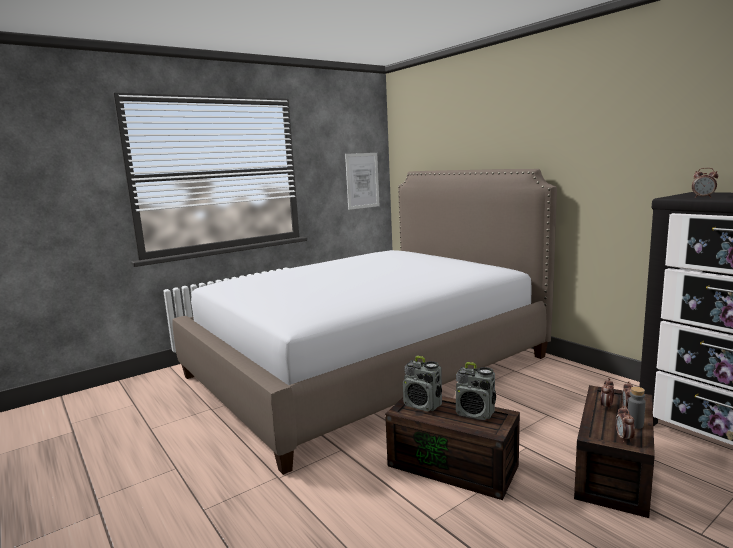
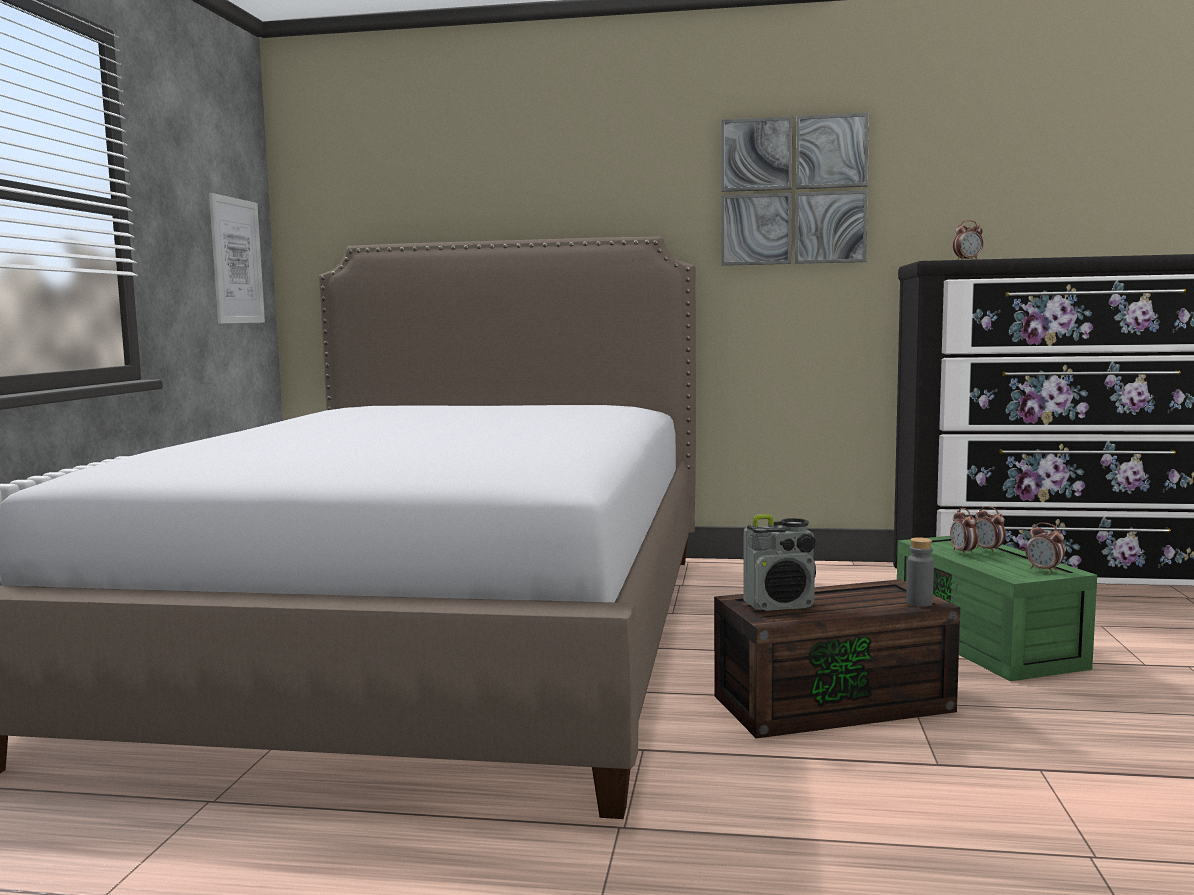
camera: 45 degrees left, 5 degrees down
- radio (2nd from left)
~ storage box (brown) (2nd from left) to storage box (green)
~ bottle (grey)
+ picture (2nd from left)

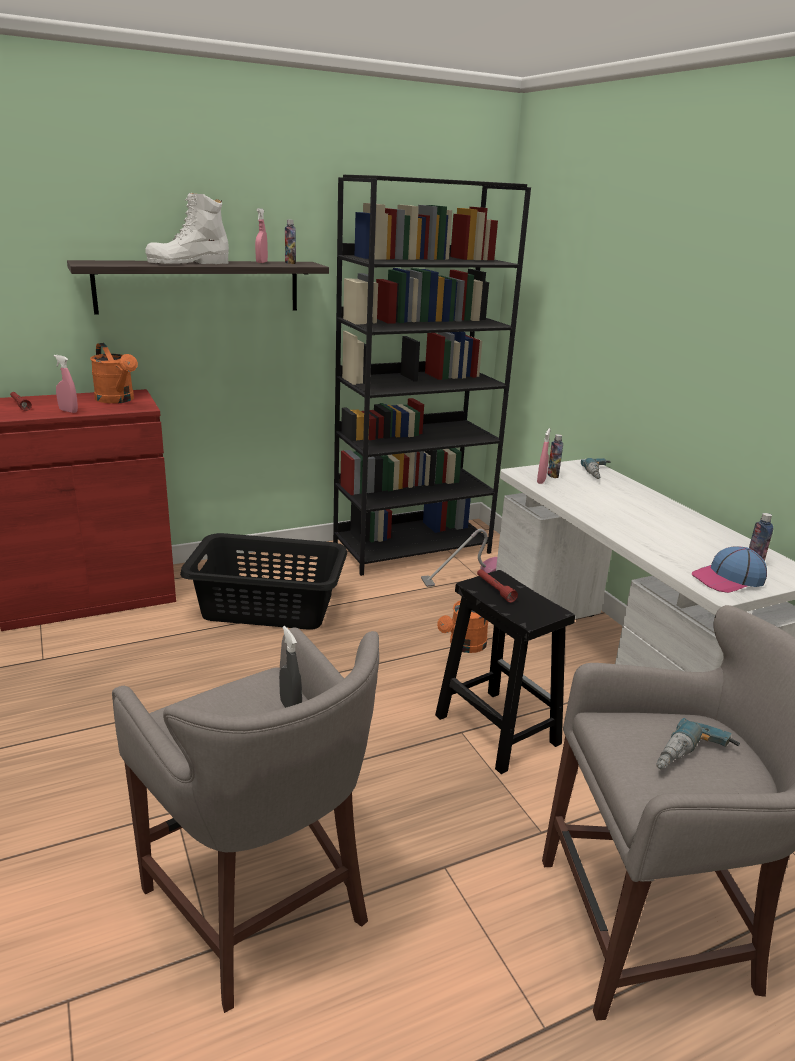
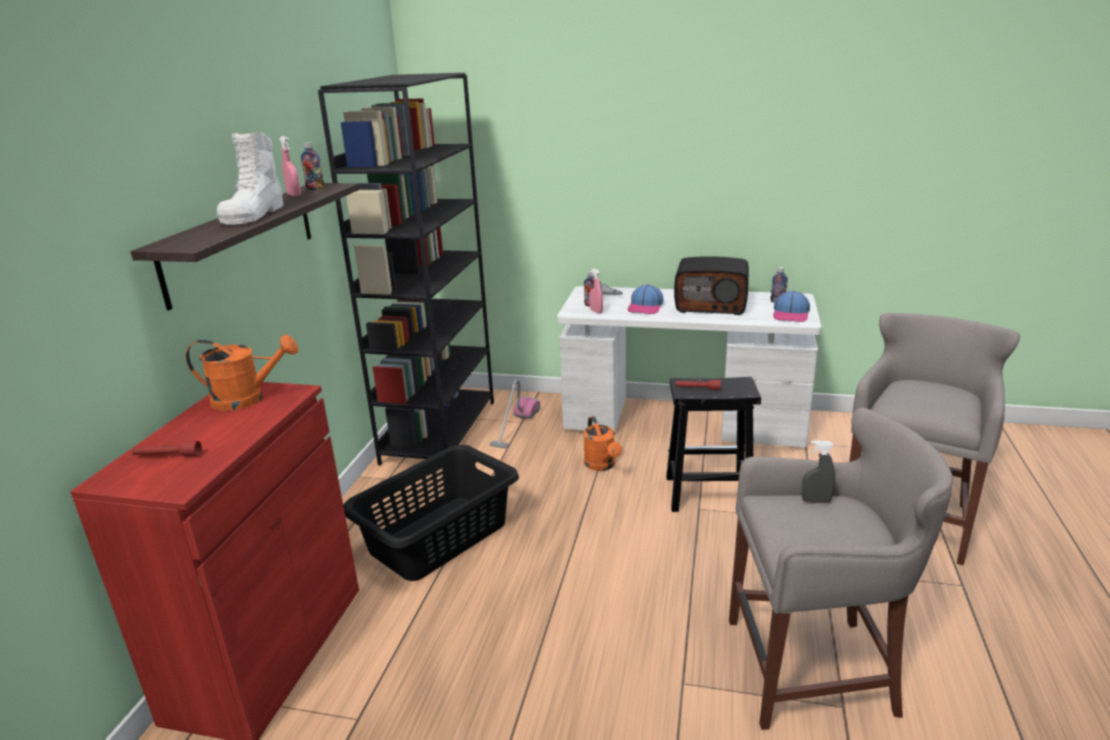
camera: 50 degrees left, 0 degrees up
- spray bottle (pink) (1st from left)
- power drill (2nd from left)
+ radio
+ cap (1st from left)

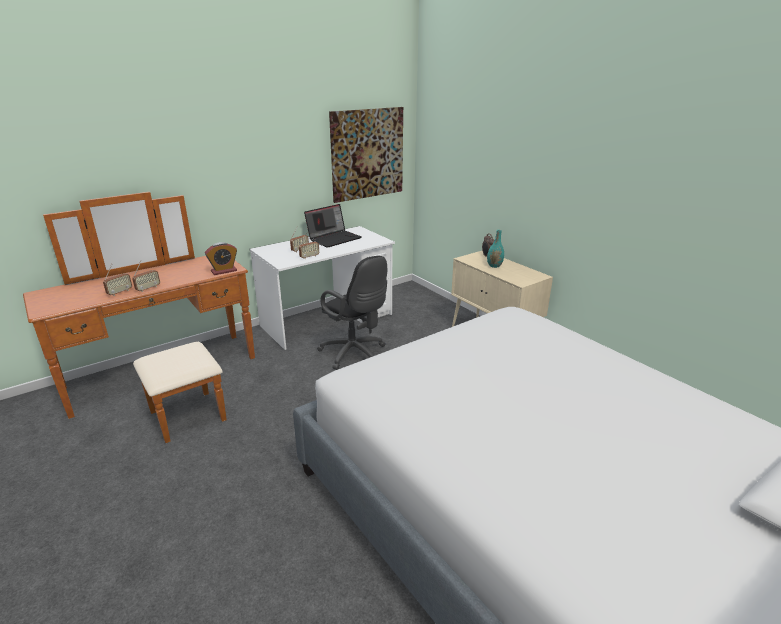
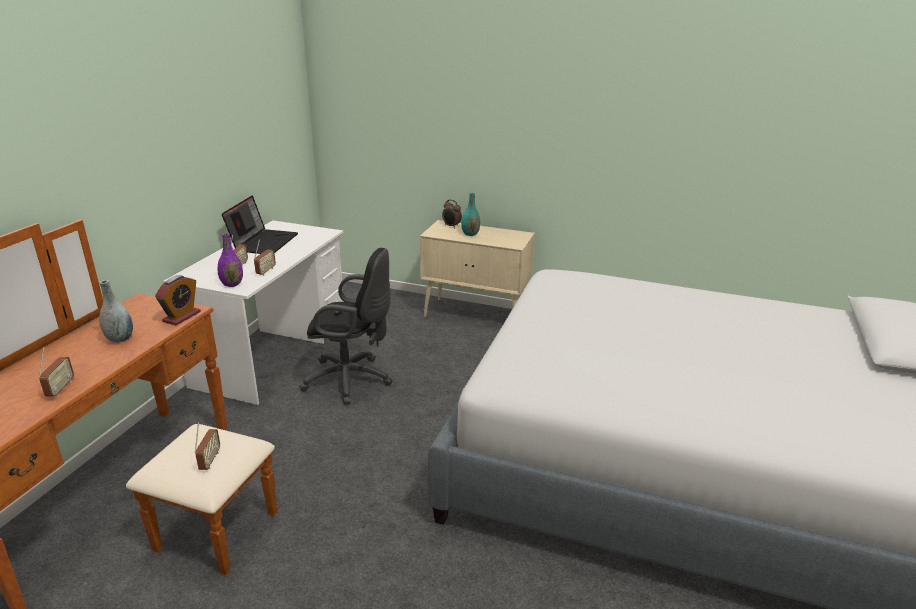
camera: 35 degrees left, 0 degrees up
- picture
~ radio (2nd from left)
+ vase (purple)
+ vase (grey)

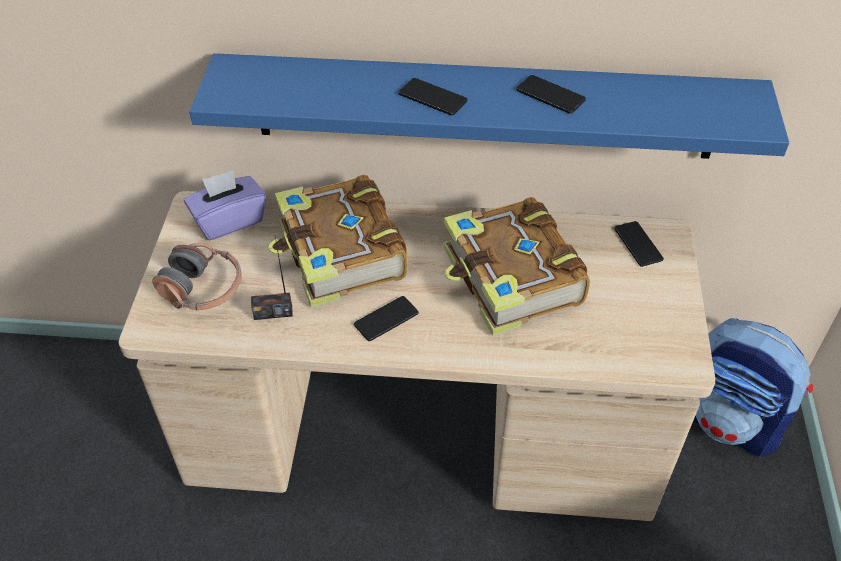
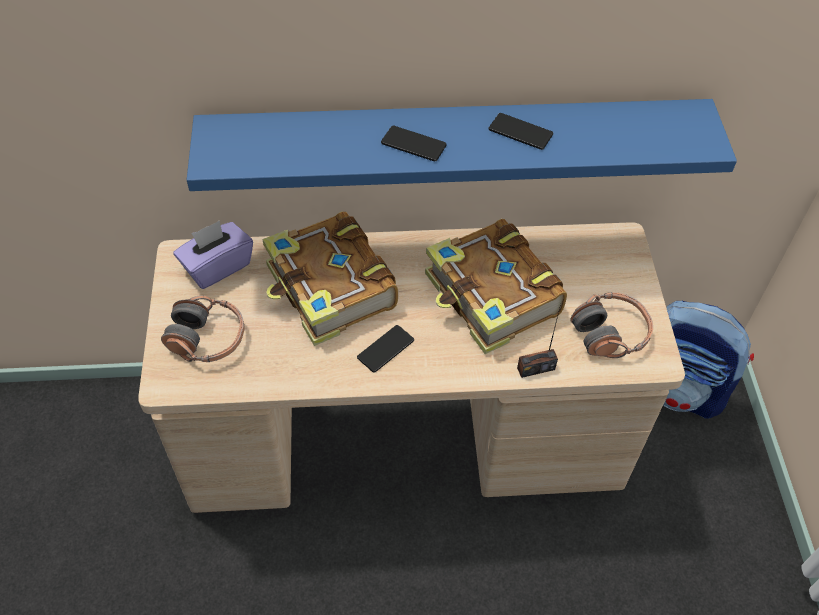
camera: 10 degrees left, 5 degrees up
- phone (4th from left)
~ radio
+ headphones (2nd from left)

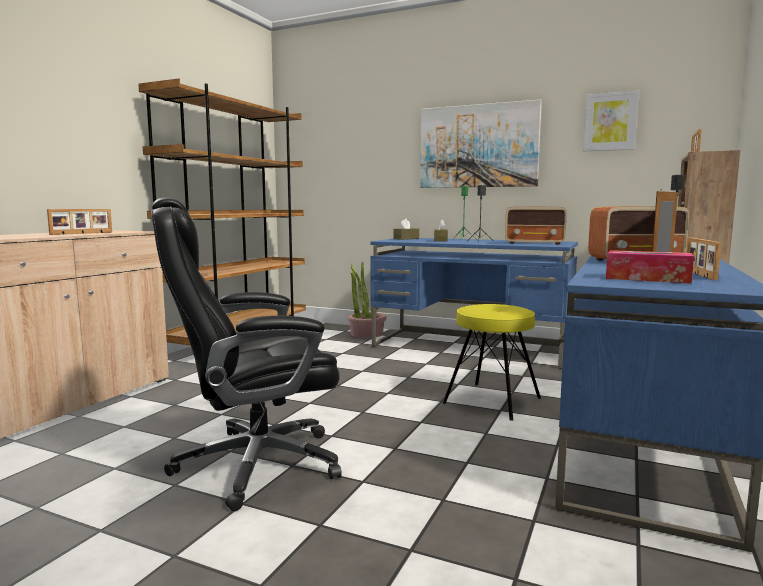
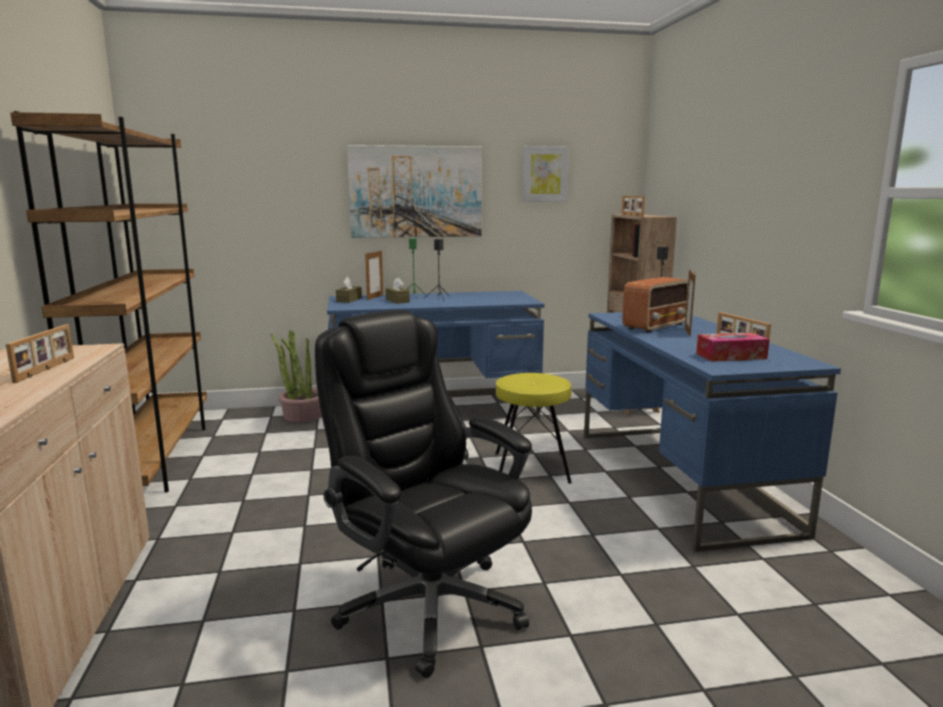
camera: 35 degrees left, 5 degrees up
~ office chair (black) 105 degrees clockwise
- radio (1st from left)
+ picture frame (2nd from left)

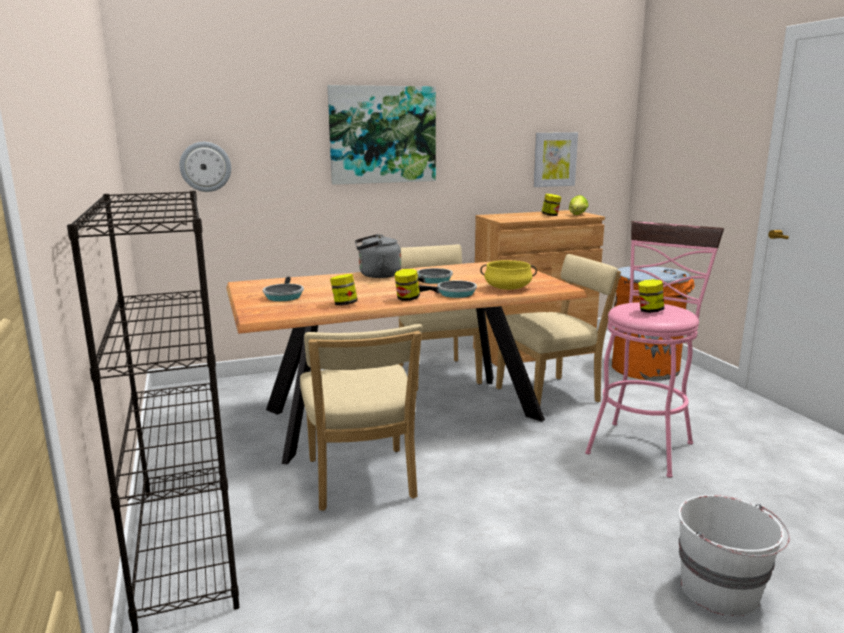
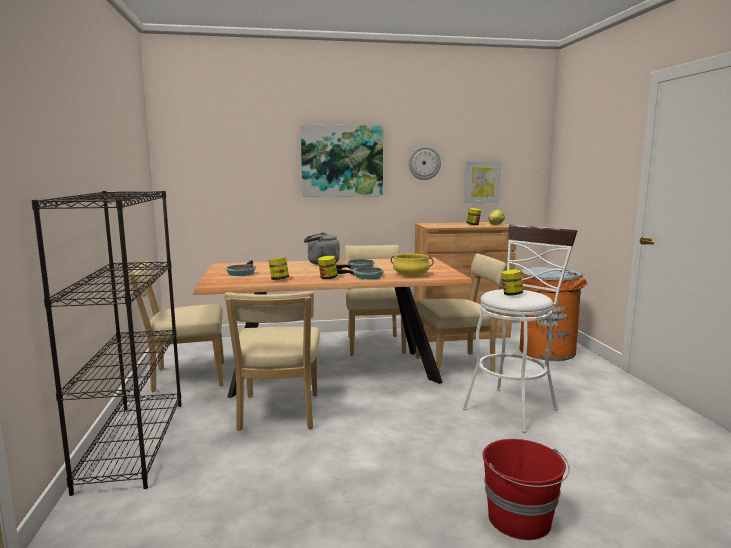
camera: 10 degrees right, 5 degrees down
~ wall clock
~ stool (pink) to stool (white)
~ bucket (white) to bucket (red)
+ chair (beige) (1st from left)

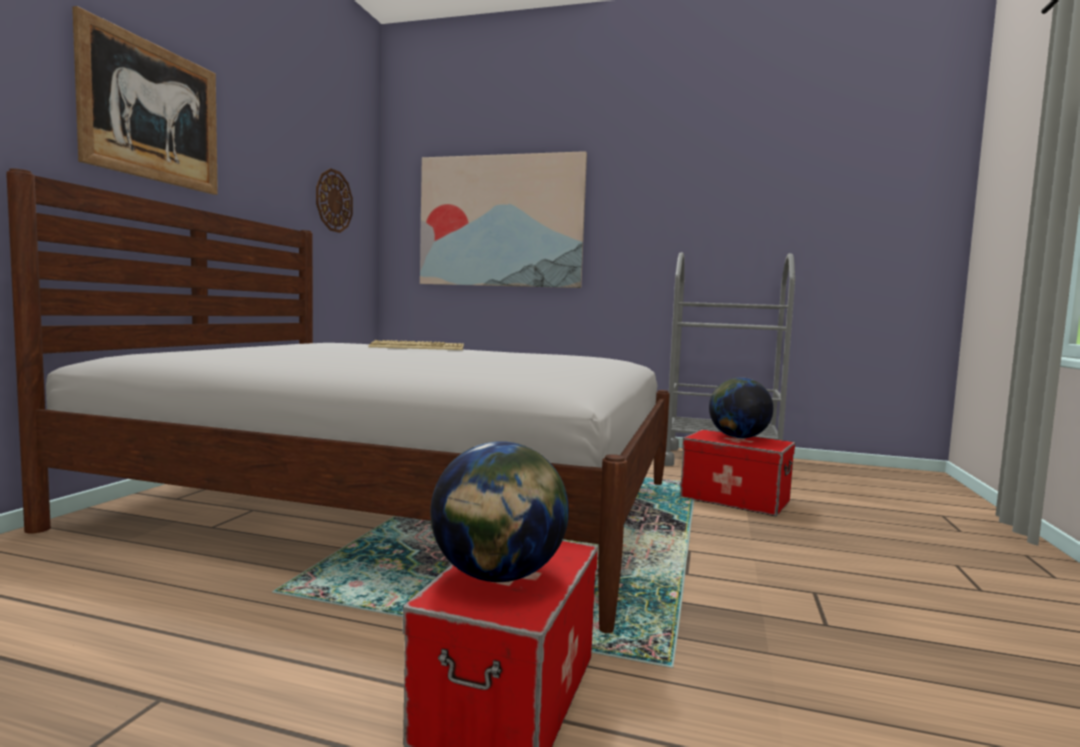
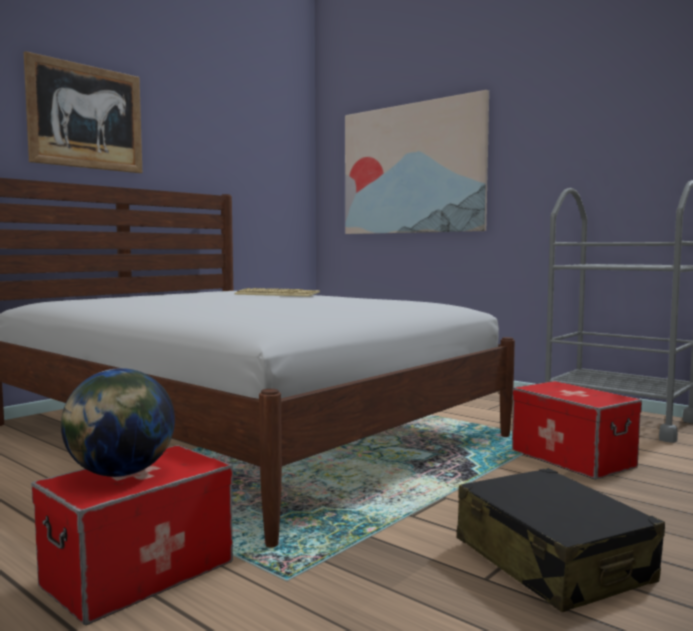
camera: 25 degrees right, 0 degrees up
- wall clock
- globe (2nd from left)
+ suitcase (black)

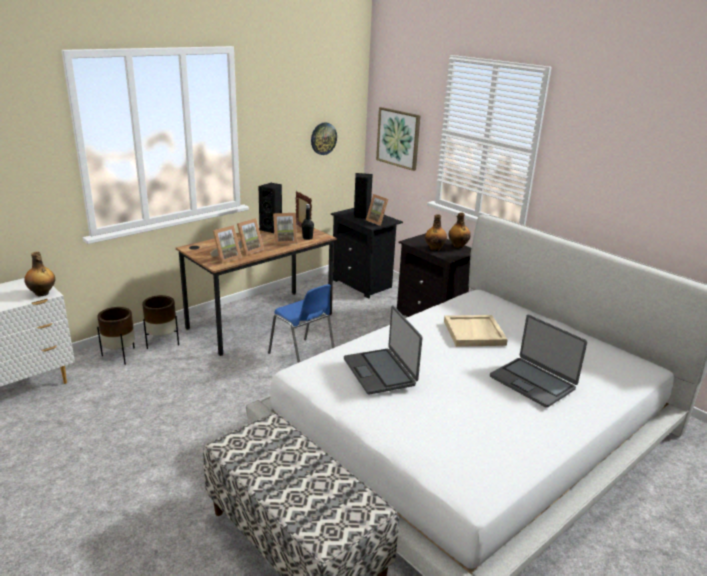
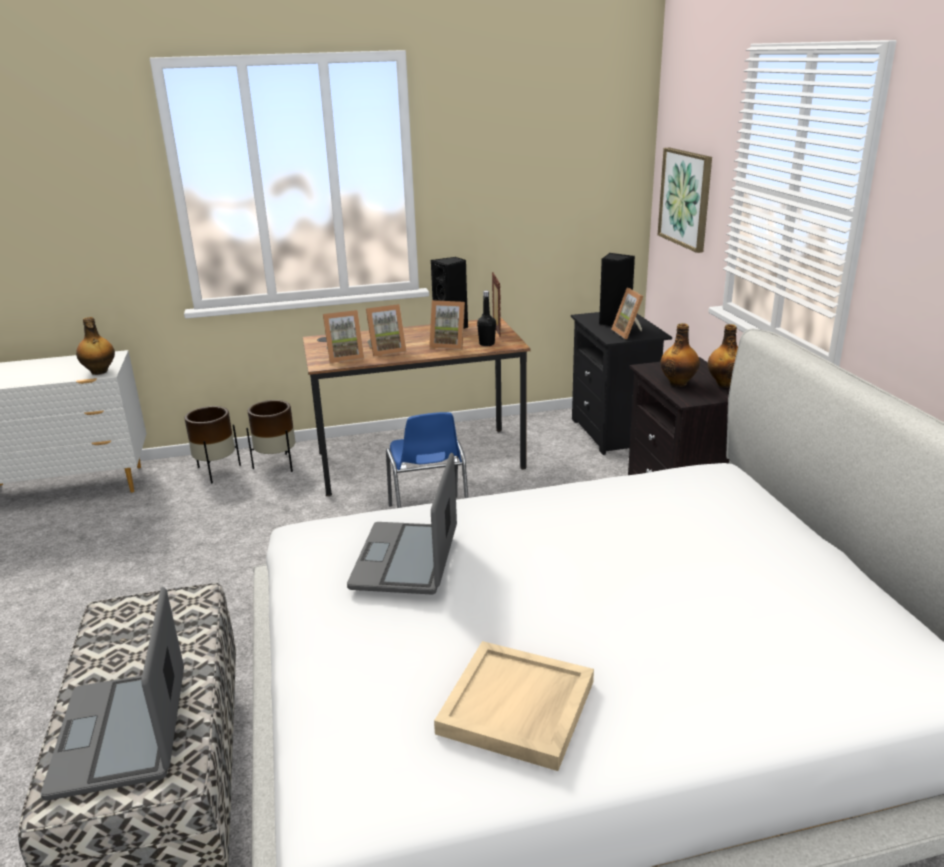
camera: 30 degrees right, 0 degrees up
- wall clock
~ tray (beige)
~ laptop (2nd from left in the first image) to laptop (1st from left)

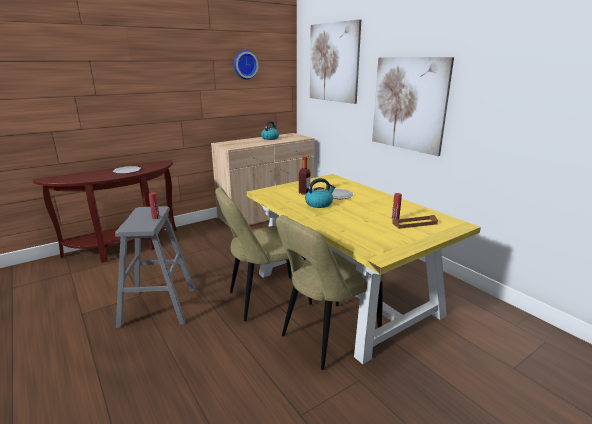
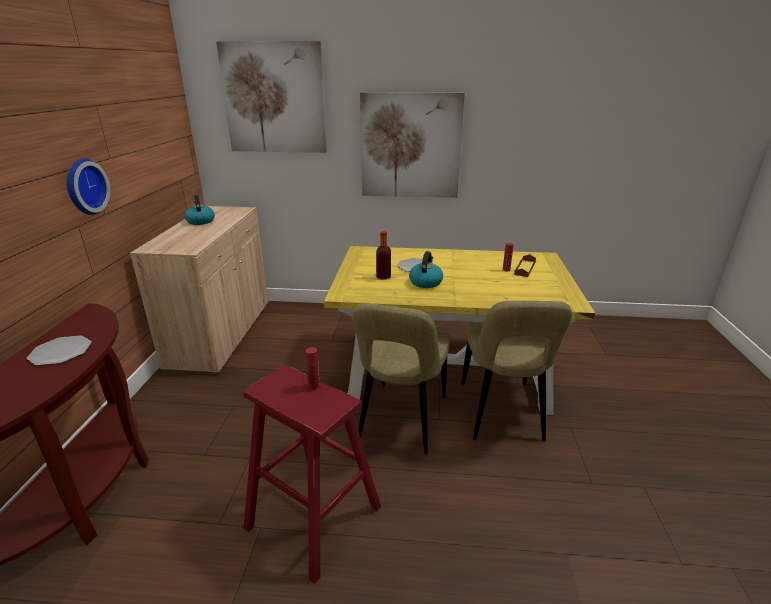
camera: 50 degrees left, 5 degrees up
~ wall clock
~ stool (grey) to stool (red)

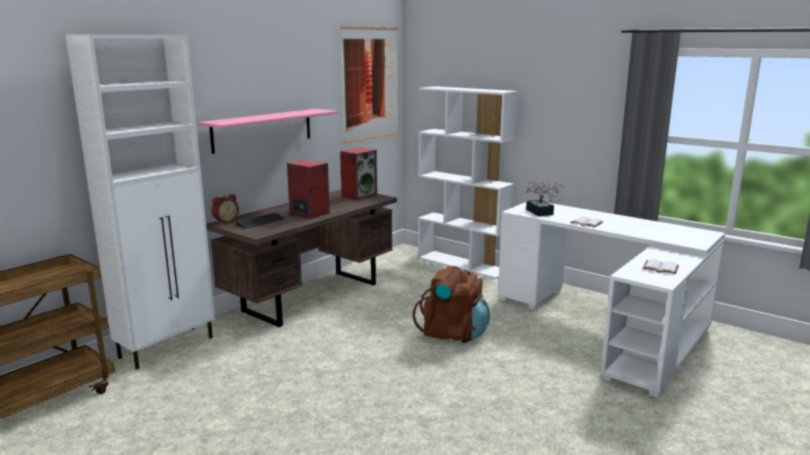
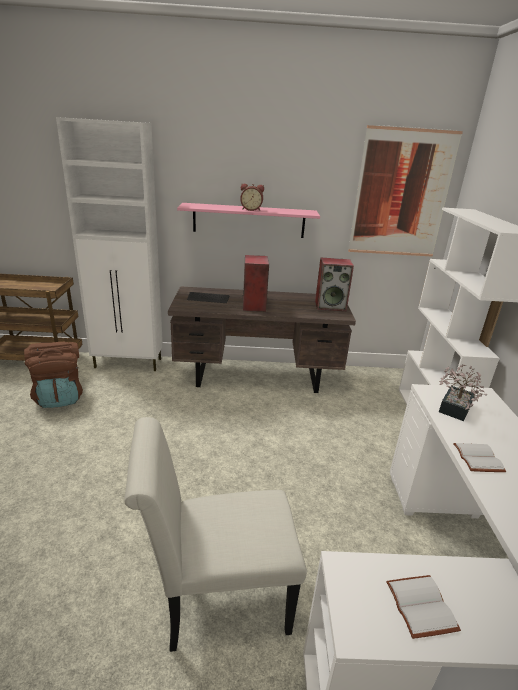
camera: 50 degrees right, 10 degrees up
~ alarm clock
~ backpack (brown)
+ chair (white)

